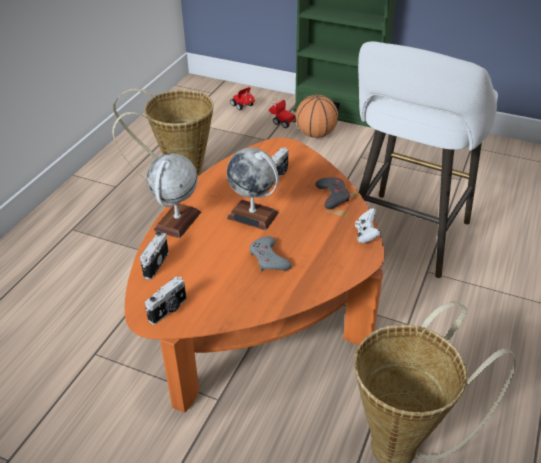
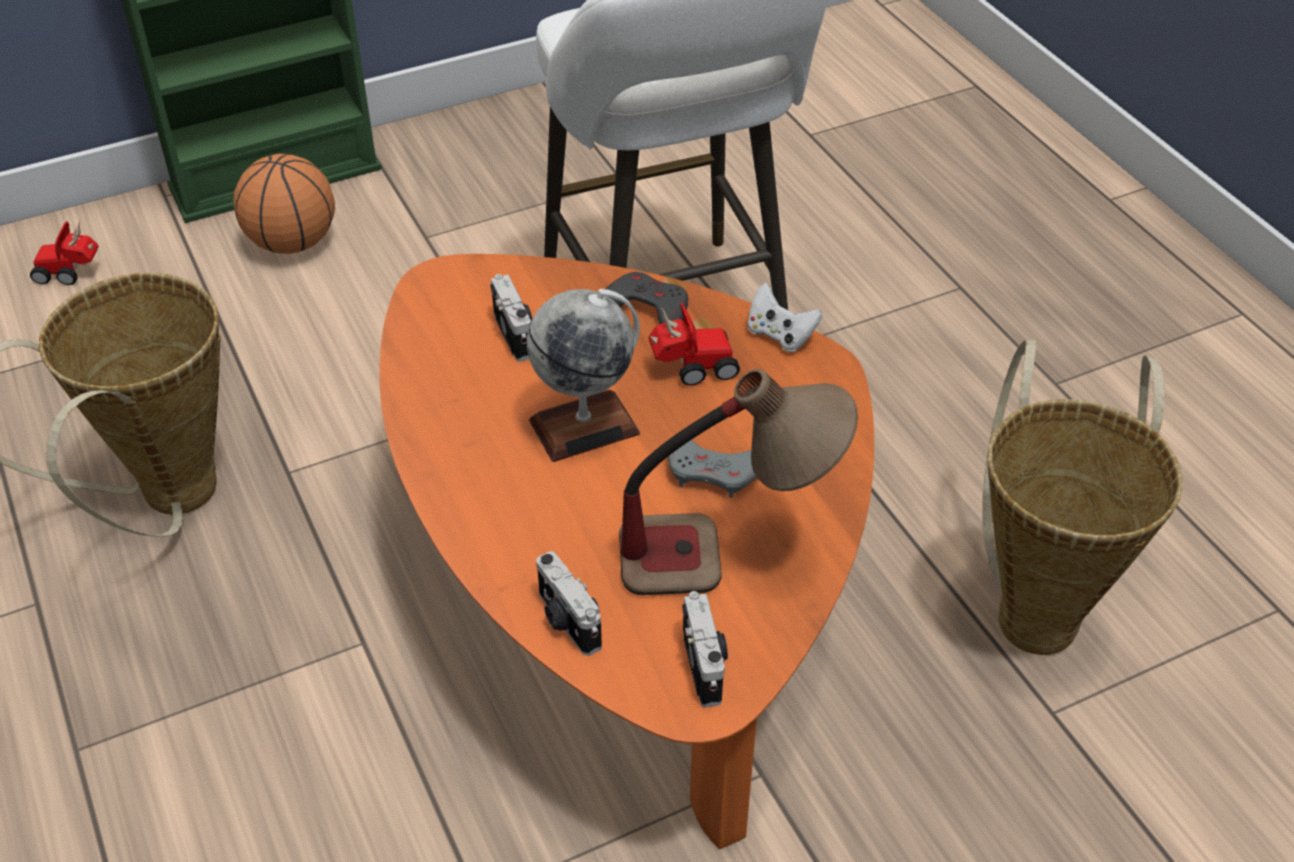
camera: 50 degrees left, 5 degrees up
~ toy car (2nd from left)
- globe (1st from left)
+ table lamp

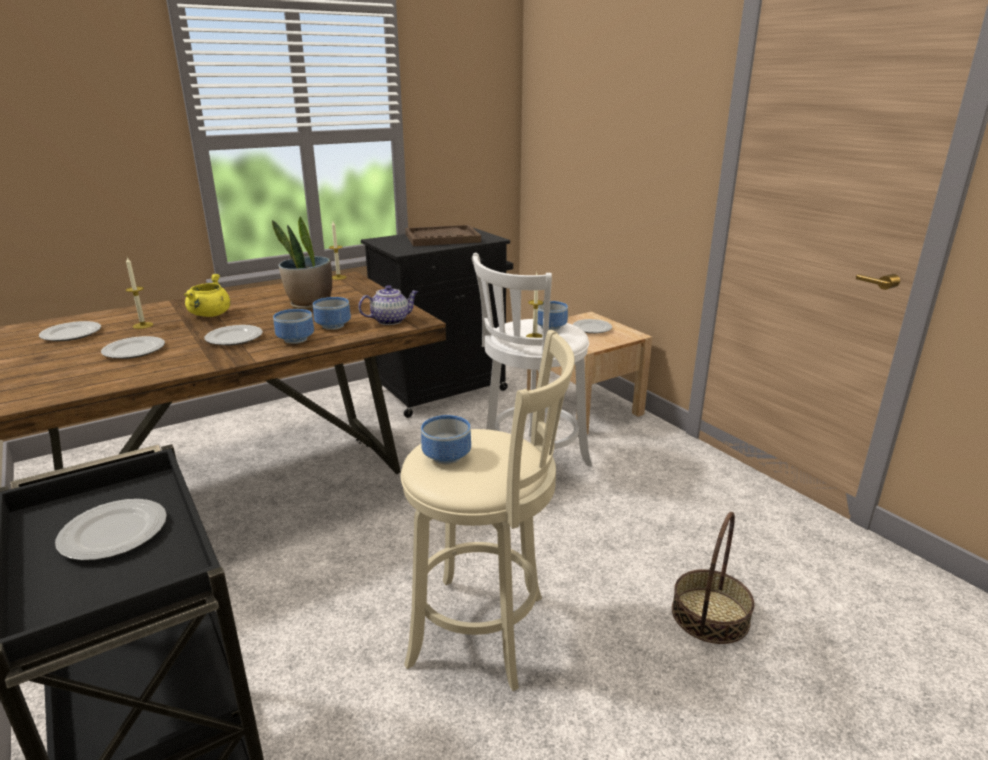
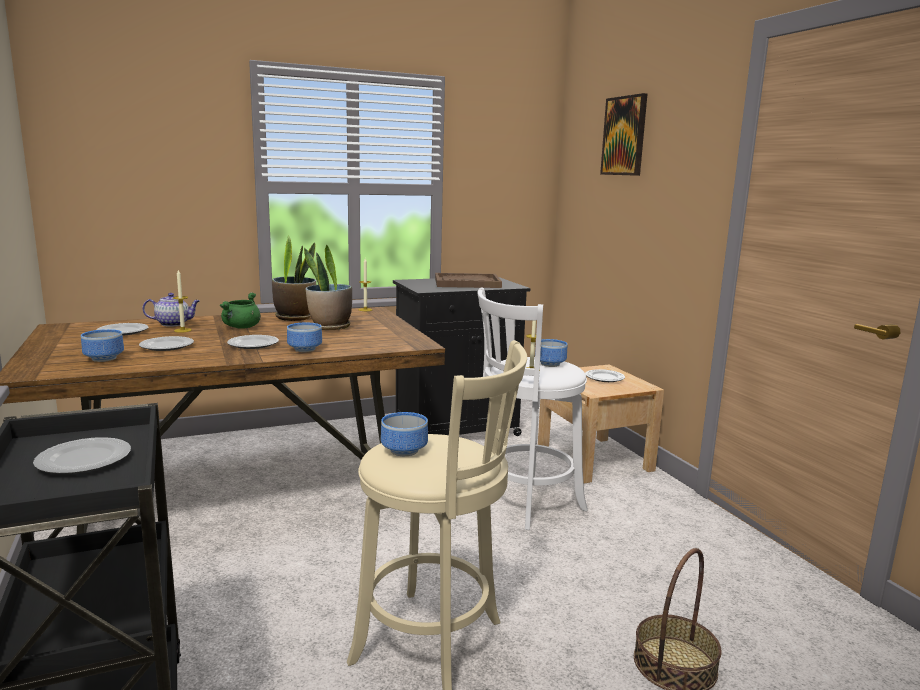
camera: 10 degrees right, 10 degrees down
~ cooking pot (yellow) to cooking pot (green)
~ teapot
~ bowl (2nd from left in the first image) to bowl (1st from left)
+ picture
+ potted plant (1st from left)

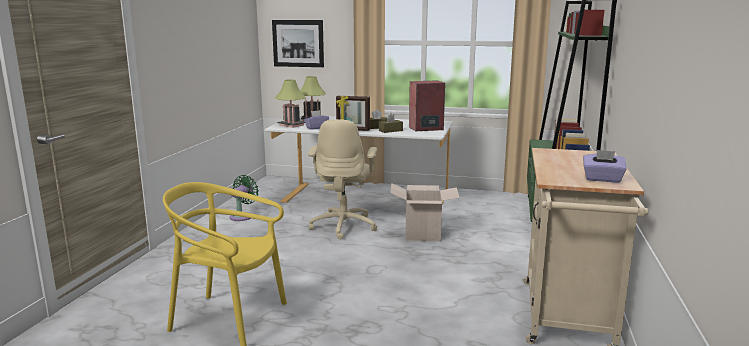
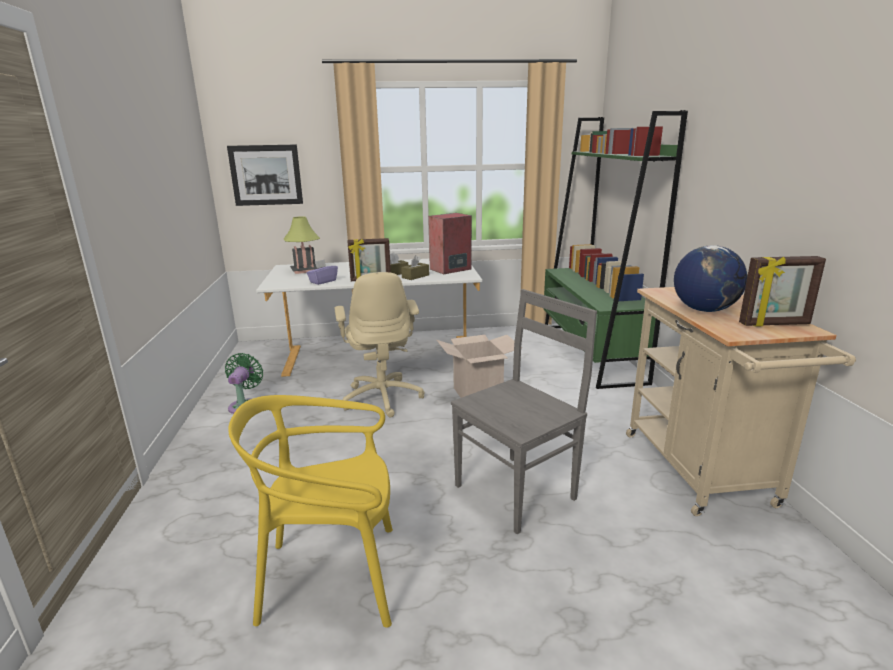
camera: 20 degrees left, 5 degrees up
- table lamp (1st from left)
~ tissue box (purple) (2nd from left) to picture frame (2nd from left)
+ globe
+ chair (grey)

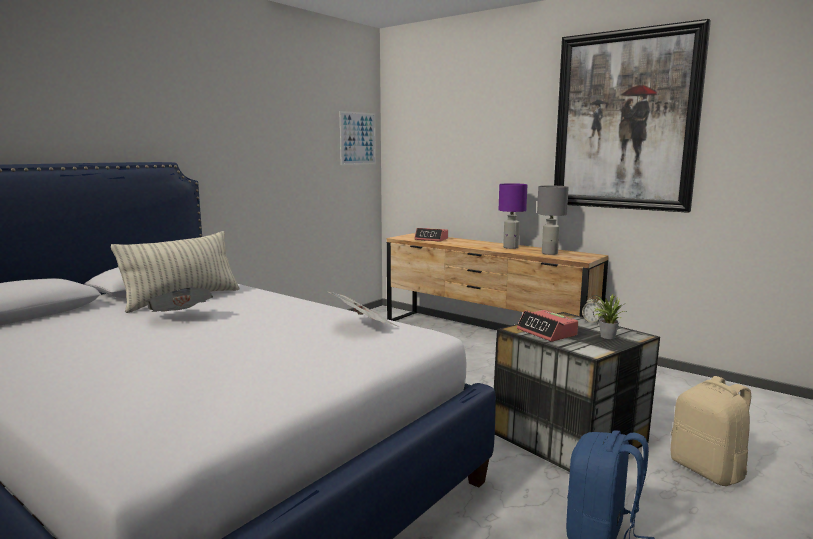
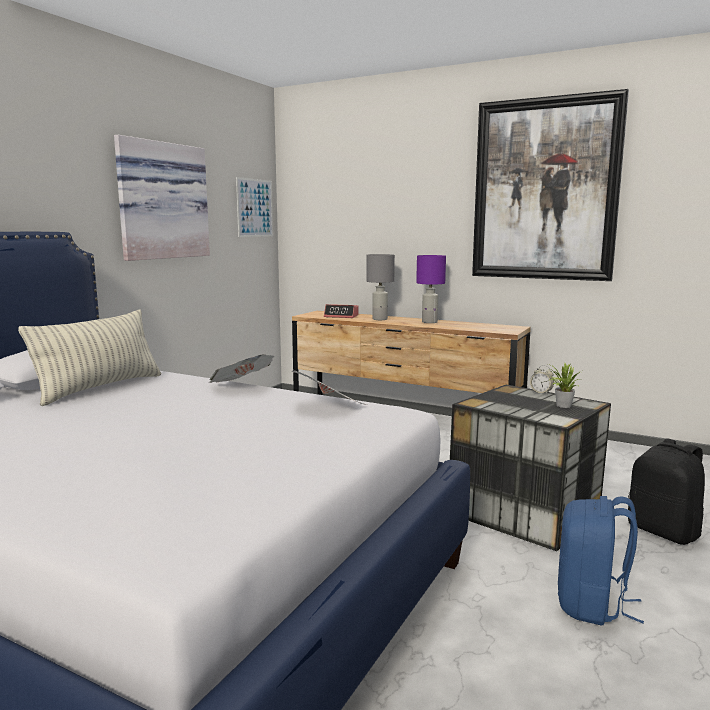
camera: 10 degrees left, 0 degrees up
~ table lamp (grey)
~ newspaper (1st from left)
- alarm clock (2nd from left)
~ backpack (beige) to backpack (black)
+ picture (1st from left)

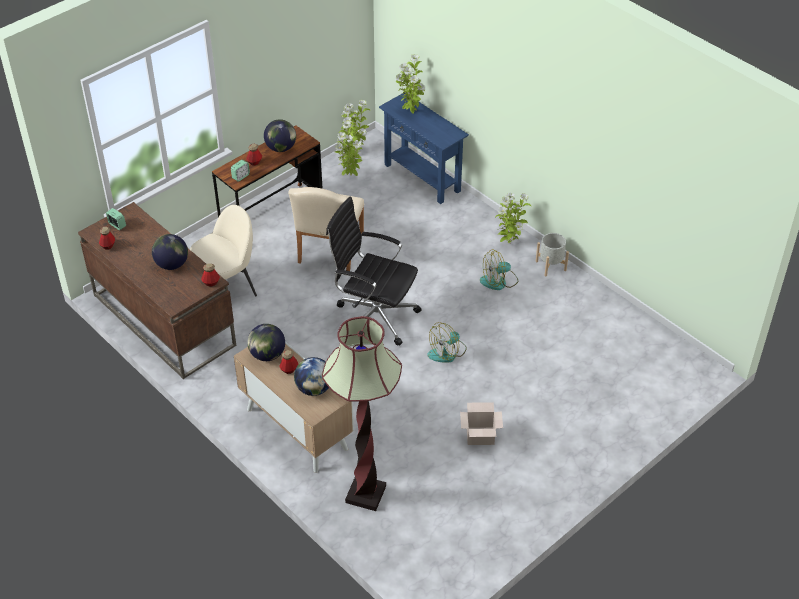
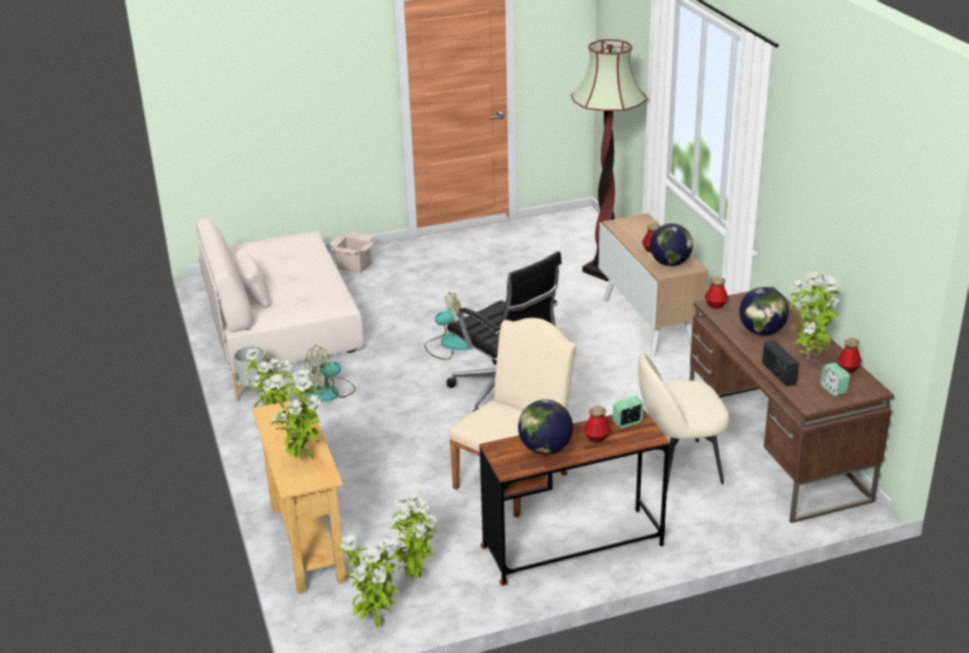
camera: 155 degrees left, 15 degrees down
~ console table (blue) to console table (beige)
~ fan (2nd from left in the first image) 150 degrees clockwise
- globe (4th from left)
~ cardboard box
+ sofa (beige)
+ potted plant (5th from left)
+ radio

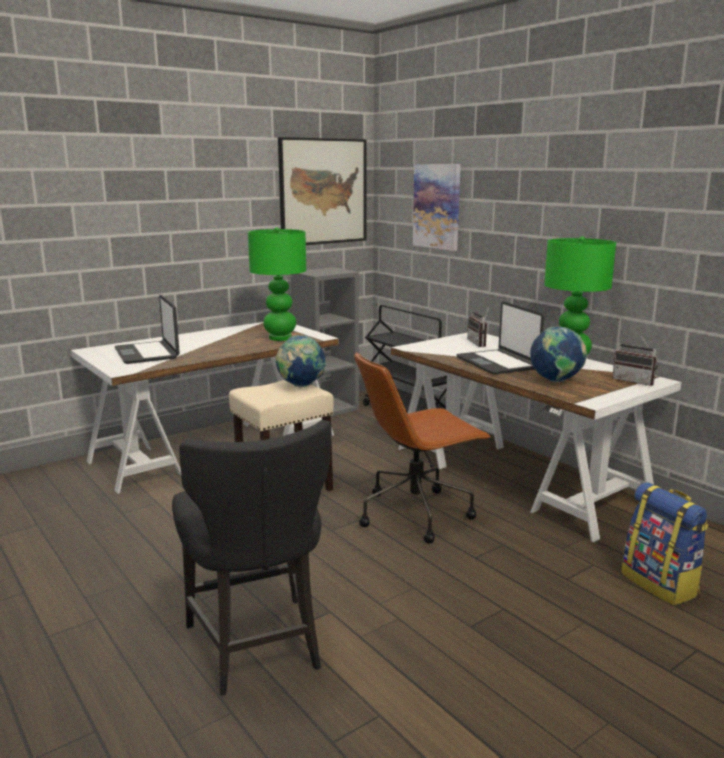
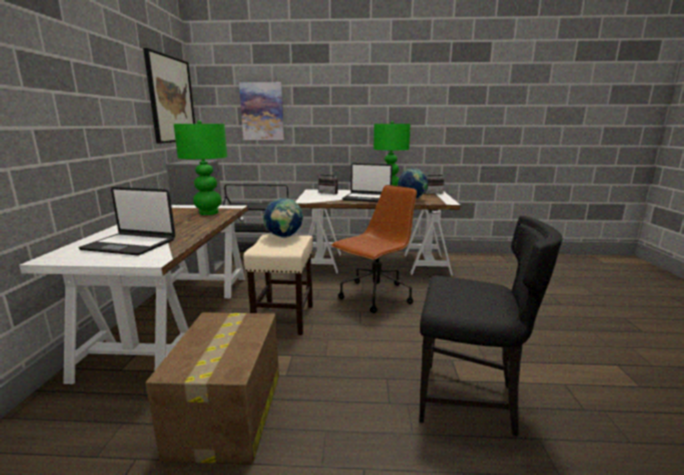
camera: 50 degrees left, 0 degrees up
~ office chair (brown) 150 degrees counterclockwise
- backpack
+ cardboard box

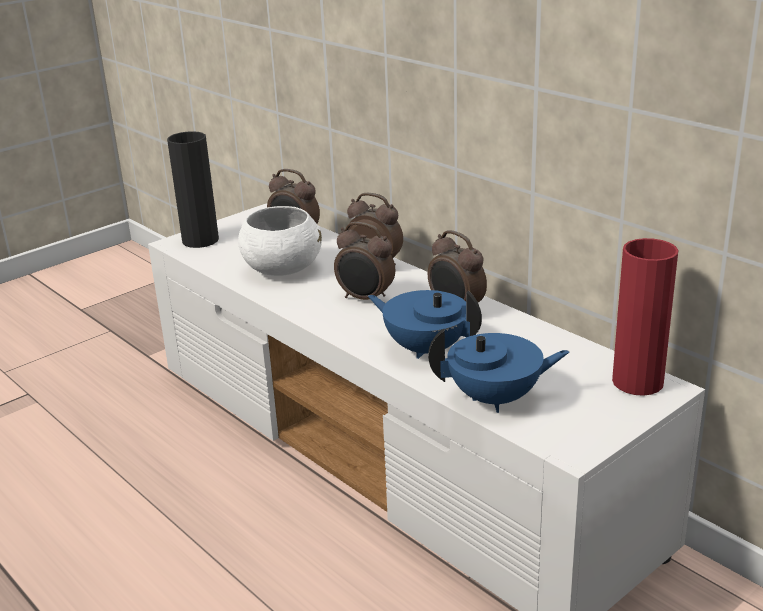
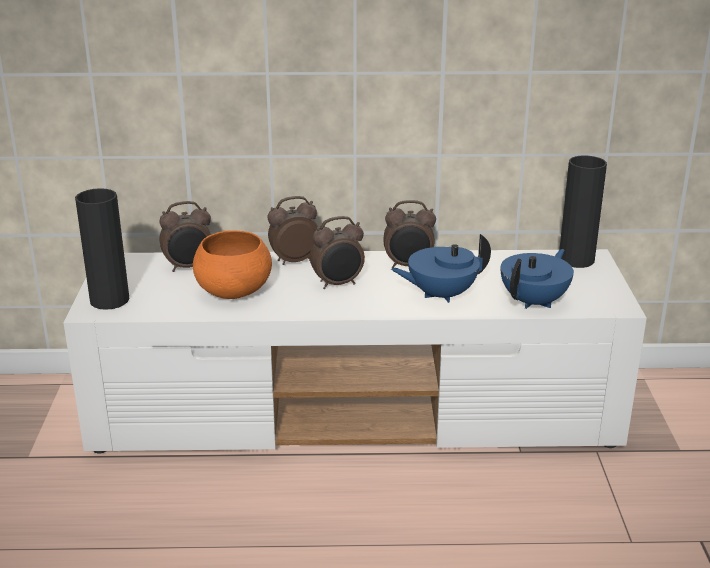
camera: 50 degrees left, 0 degrees up
~ bowl (white) to bowl (orange)
~ vase (red) to vase (black) (2nd from left)

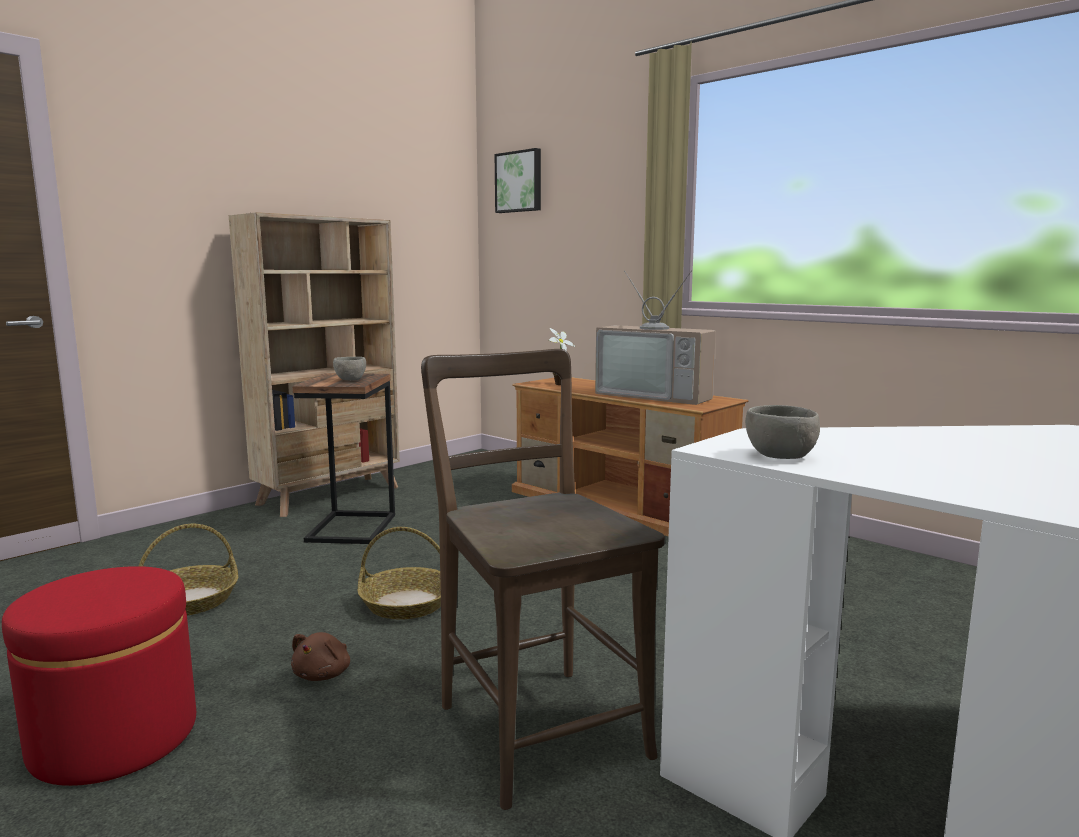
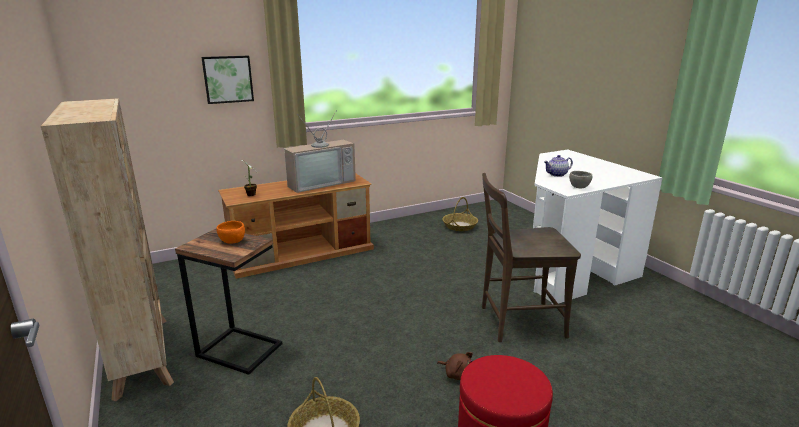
camera: 70 degrees left, 10 degrees up
~ picture
~ bowl (grey) (1st from left) to bowl (orange)
~ basket (2nd from left)
+ teapot

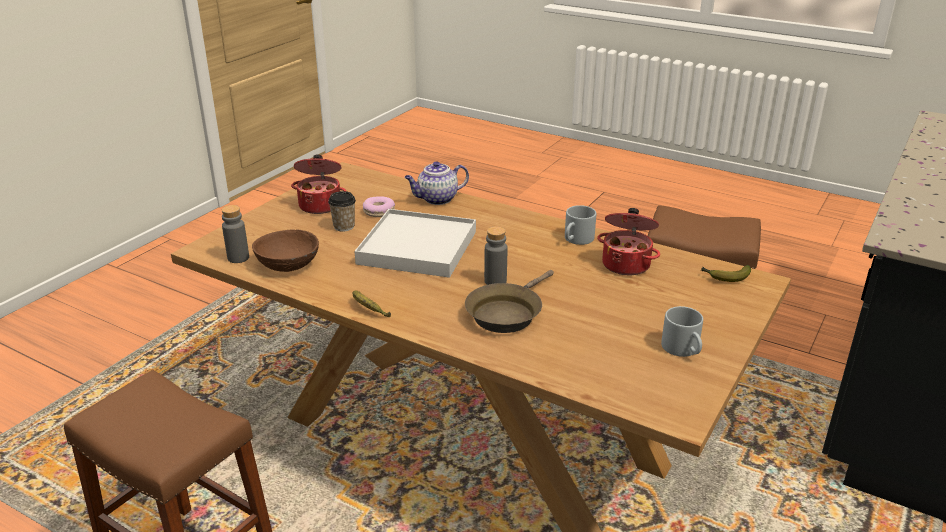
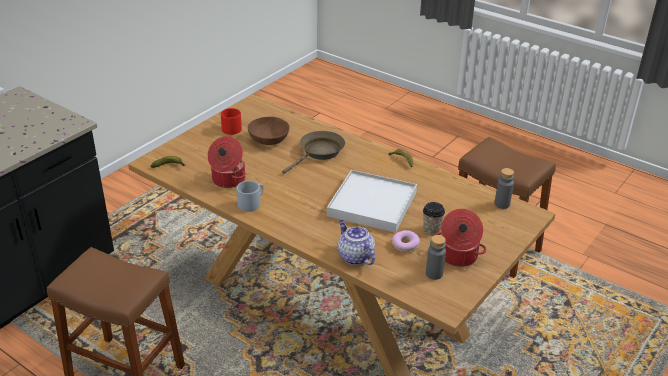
camera: 175 degrees left, 5 degrees up
~ teapot 105 degrees counterclockwise
~ bottle (grey) (2nd from left in the first image) to bottle (grey) (1st from left)
~ bowl (brown)
~ mug (grey) (2nd from left) to mug (red)

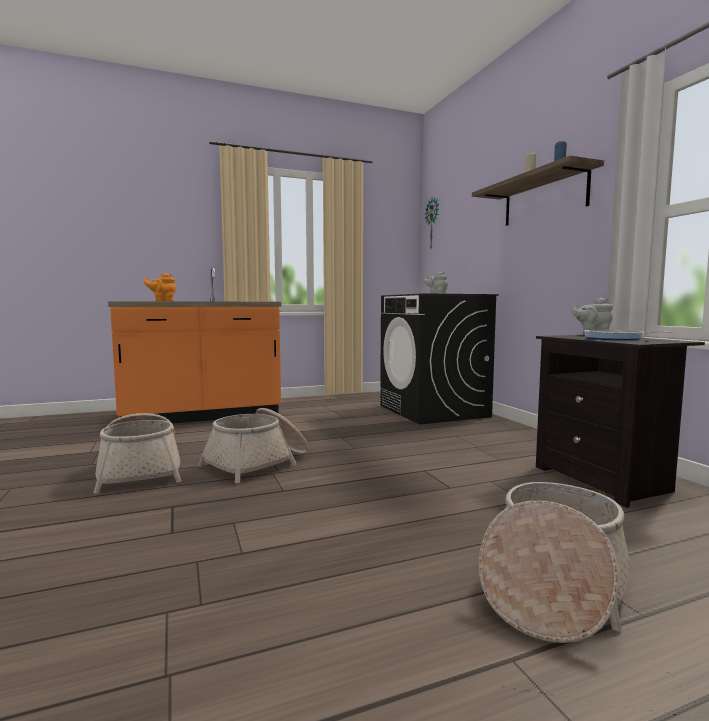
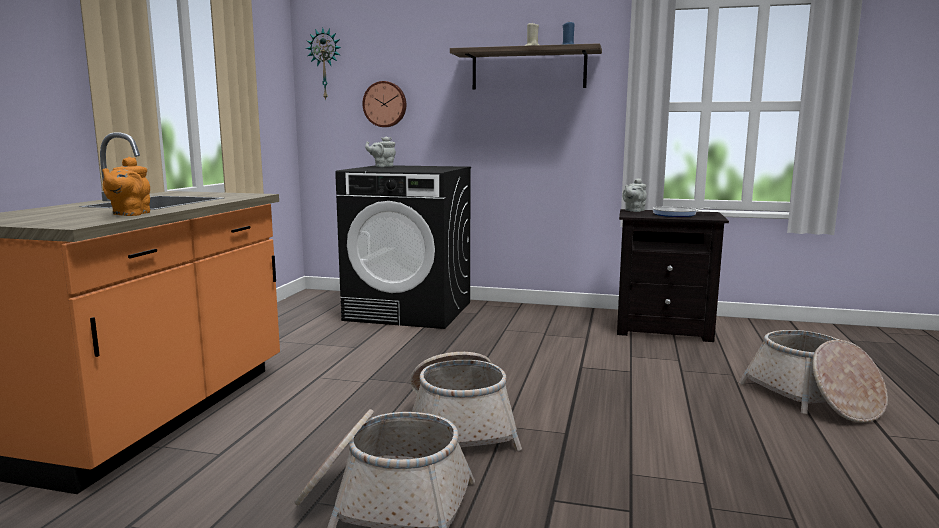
camera: 55 degrees left, 5 degrees up
+ wall clock (2nd from left)

